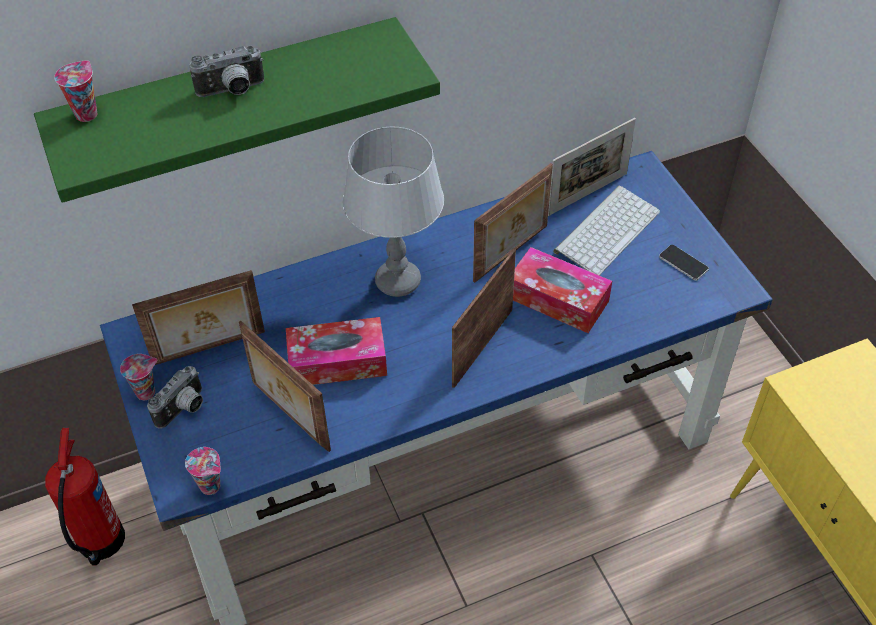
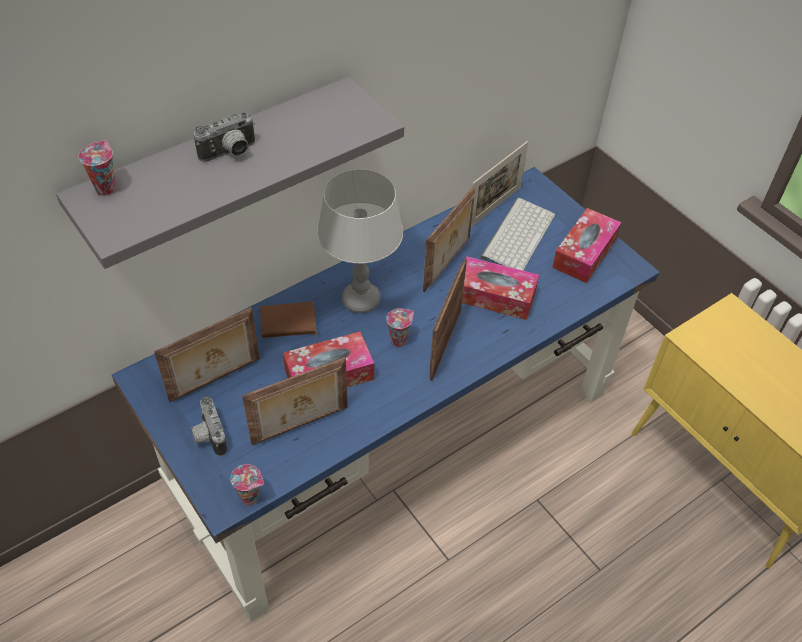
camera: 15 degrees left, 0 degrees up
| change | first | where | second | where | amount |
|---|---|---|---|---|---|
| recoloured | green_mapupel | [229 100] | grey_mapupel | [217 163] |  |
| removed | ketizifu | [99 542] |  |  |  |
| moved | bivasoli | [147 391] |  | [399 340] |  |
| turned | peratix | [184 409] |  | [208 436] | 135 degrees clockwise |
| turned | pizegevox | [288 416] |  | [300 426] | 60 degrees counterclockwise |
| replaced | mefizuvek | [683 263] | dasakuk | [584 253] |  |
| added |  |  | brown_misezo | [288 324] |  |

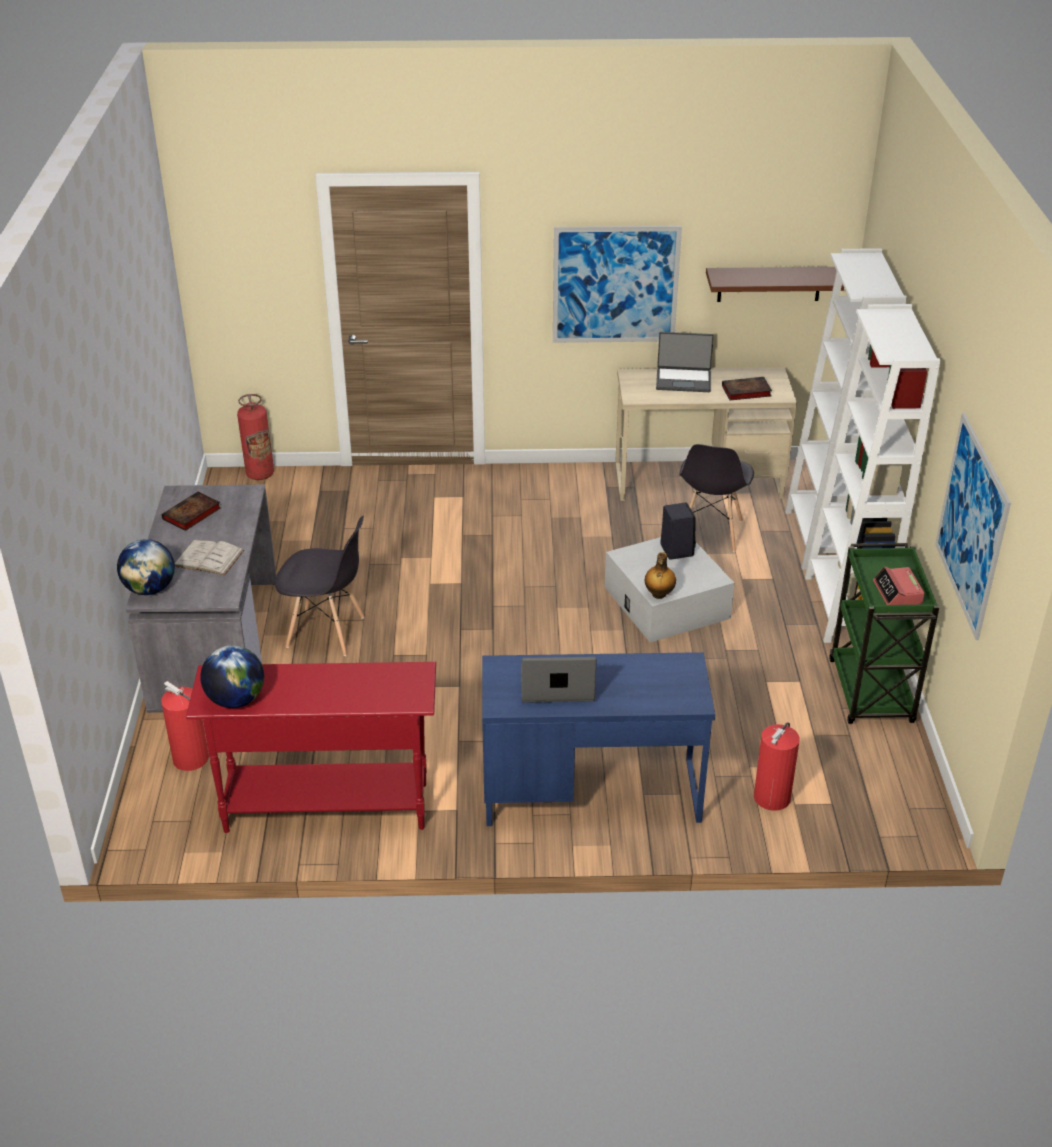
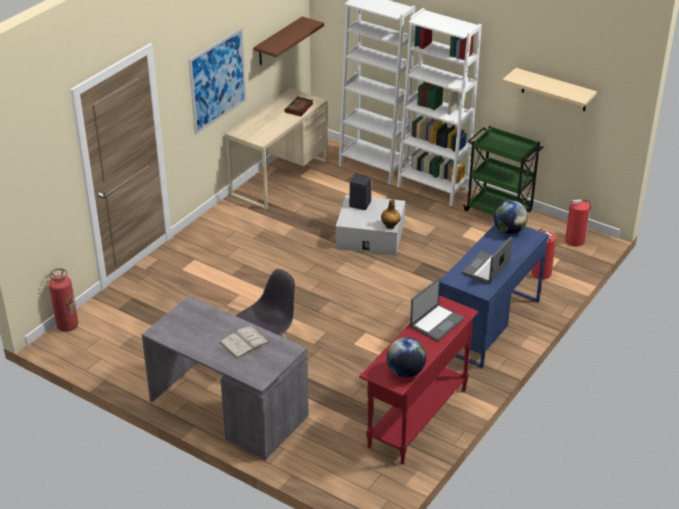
camera: 55 degrees left, 0 degrees up
| change | first | where | second | where | amount |
|---|---|---|---|---|---|
| moved | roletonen | [150 589] |  | [509 231] |  |
| moved | ketizifu | [192 759] |  | [576 240] |  |
| removed | misezo | [191 515] |  |  |  |
| moved | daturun | [683 380] |  | [436 323] |  |
| removed | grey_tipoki | [710 533] |  |  |  |
| removed | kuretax | [897 593] |  |  |  |
| replaced | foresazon | [971 525] | beige_mapupel | [554 90] |  |

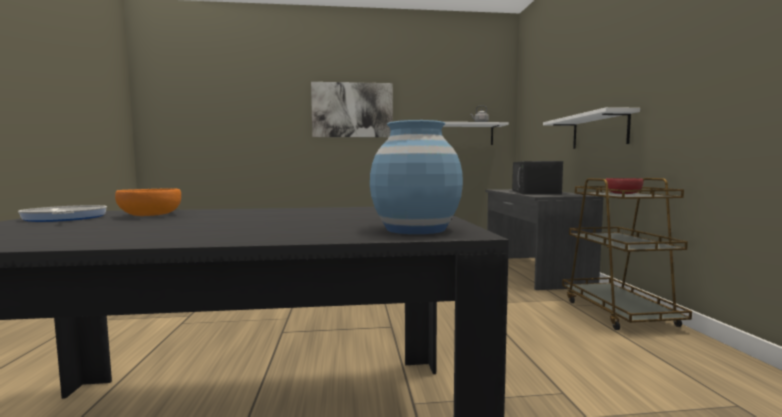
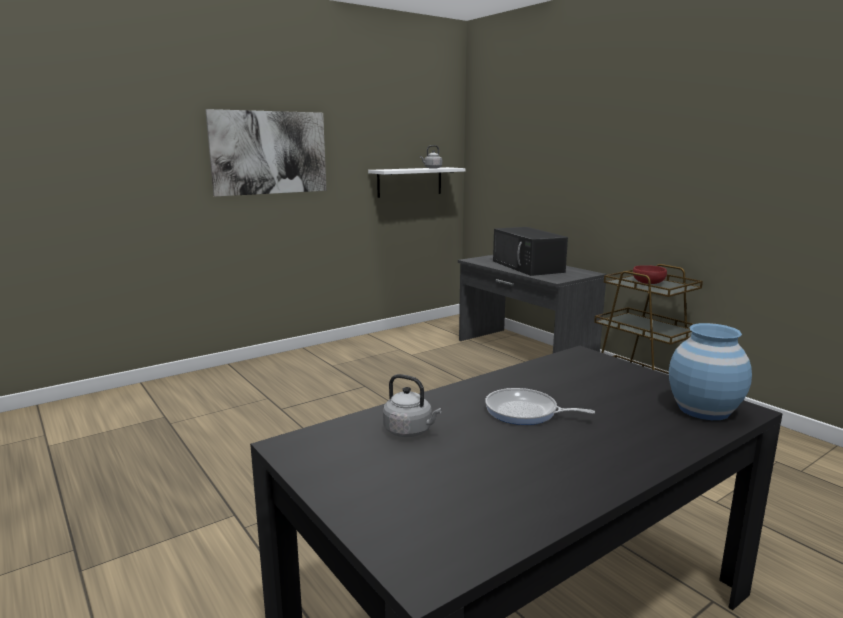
camera: 30 degrees left, 10 degrees up
| change | first | where | second | where | amount |
|---|---|---|---|---|---|
| moved | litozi | [64 218] |  | [525 412] |  |
| replaced | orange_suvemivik | [151 215] | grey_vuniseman | [410 431] |  |
| removed | white_mapupel | [599 131] |  |  |  |

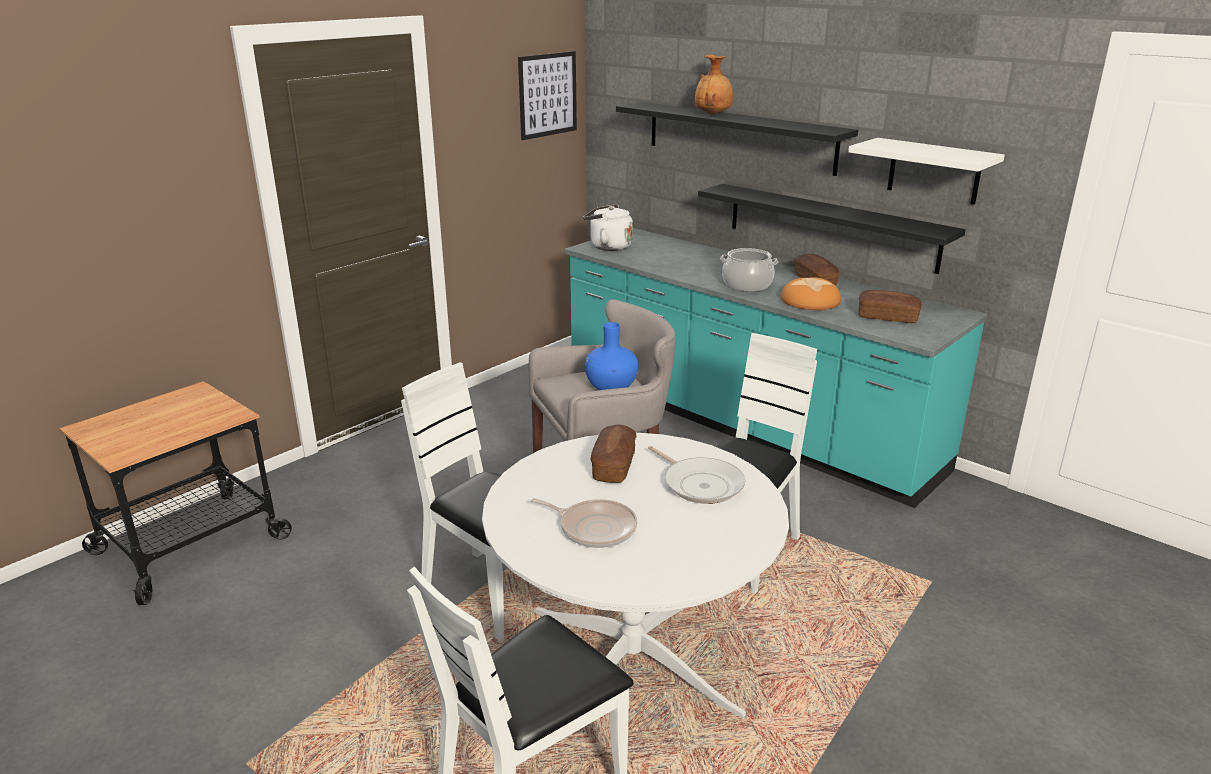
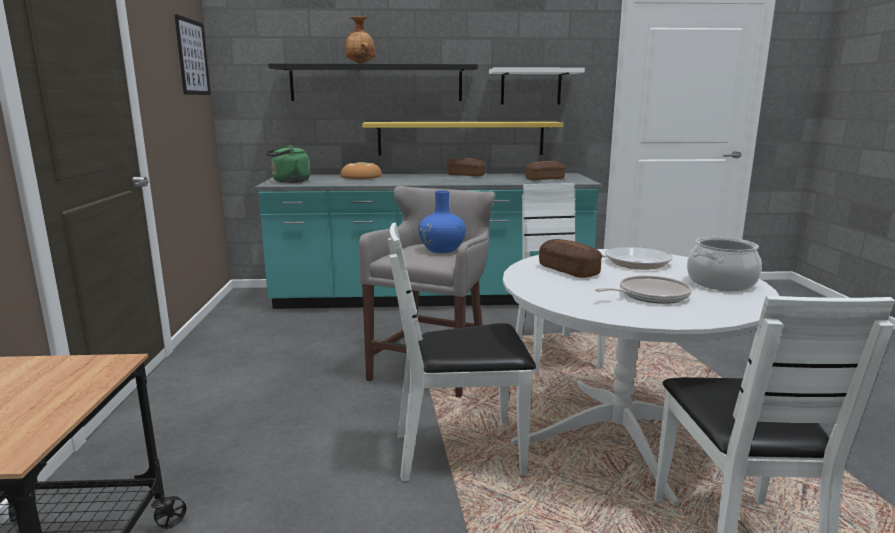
camera: 45 degrees left, 10 degrees down
| change | first | where | second | where | amount |
|---|---|---|---|---|---|
| recoloured | white_vuniseman | [608 247] | green_vuniseman | [289 181] |  |
| recoloured | black_mapupel | [830 226] | yellow_mapupel | [461 138] |  |
| moved | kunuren | [747 284] |  | [720 283] |  |
| moved | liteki | [811 301] |  | [361 177] |  |

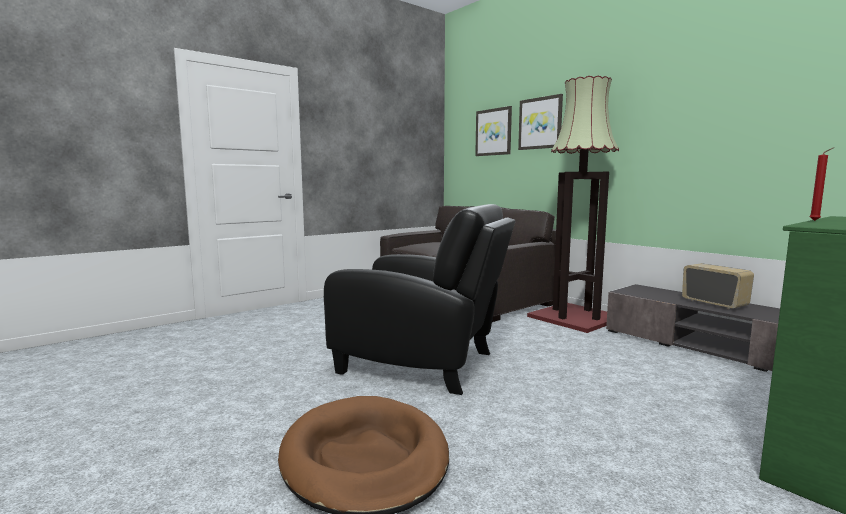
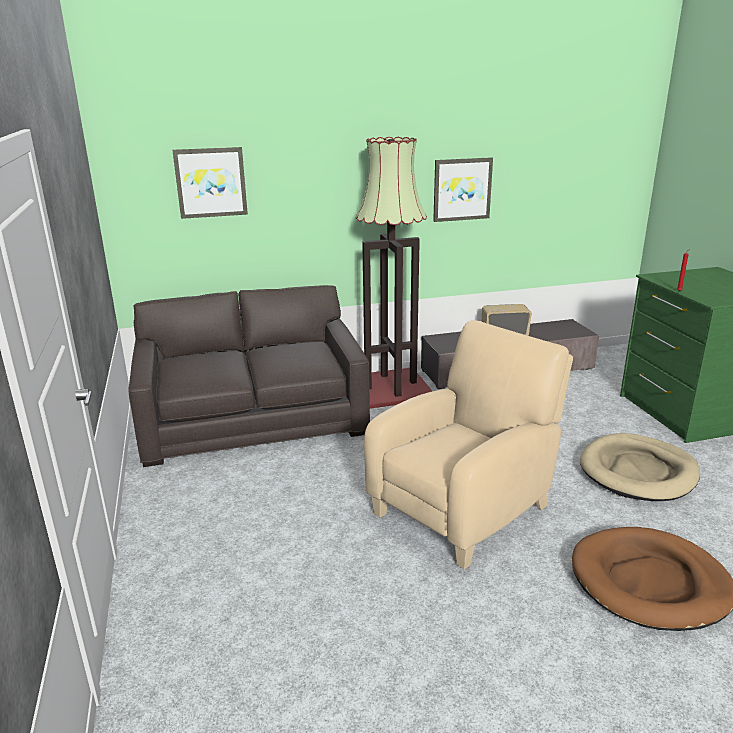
camera: 65 degrees left, 15 degrees up
| change | first | where | second | where | amount |
|---|---|---|---|---|---|
| recoloured | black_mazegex | [422 364] | beige_mazegex | [465 507] |  |
| moved | foresazon | [540 123] |  | [462 189] |  |
| added |  |  | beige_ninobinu | [638 472] |  |

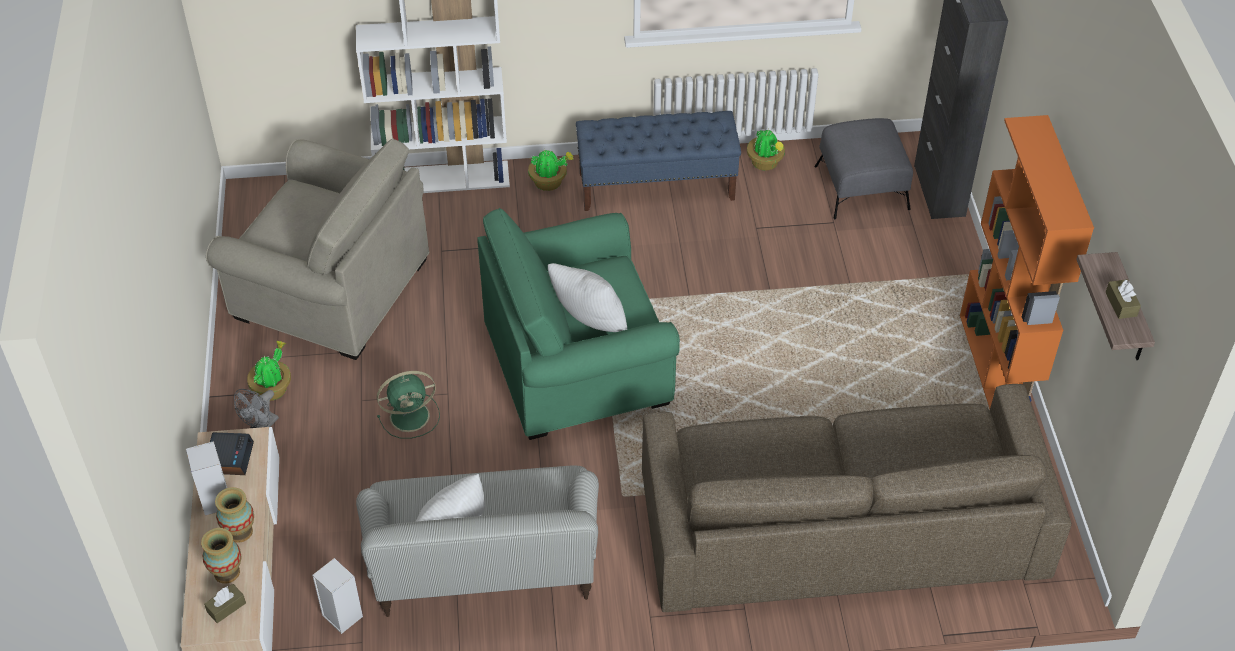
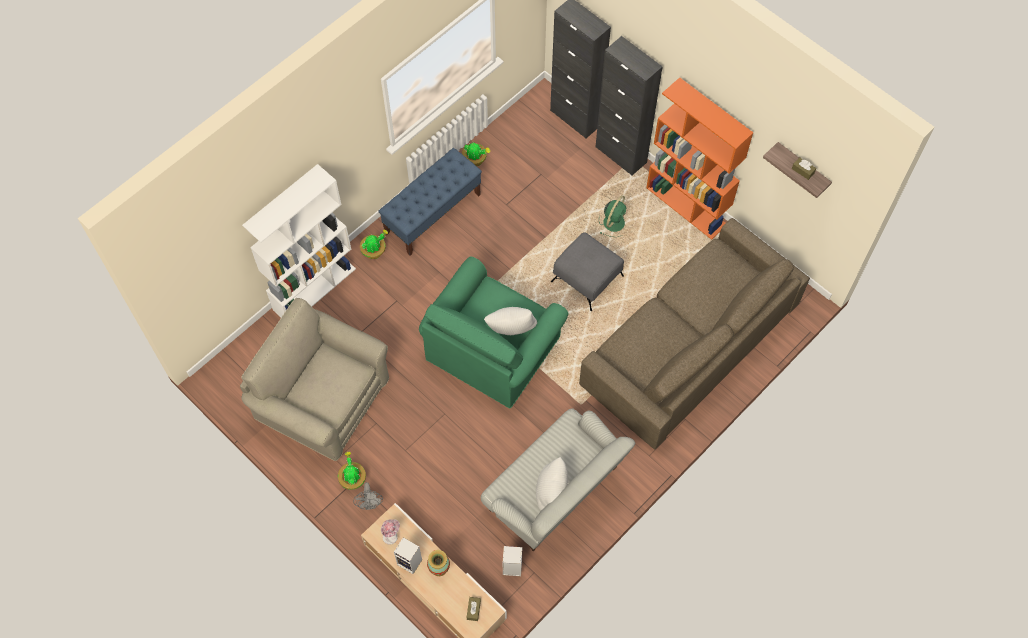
camera: 40 degrees left, 15 degrees up
| change | first | where | second | where | amount |
|---|---|---|---|---|---|
| removed | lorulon | [226 572] |  |  |  |
| turned | beige_mazegex | [331 289] |  | [323 400] | 135 degrees counterclockwise |
| replaced | kuretax | [229 457] | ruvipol | [391 535] |  |
| moved | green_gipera | [411 416] |  | [614 222] |  |
| moved | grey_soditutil | [861 188] |  | [587 279] |  |
| added |  |  | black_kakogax | [621 154] |  |

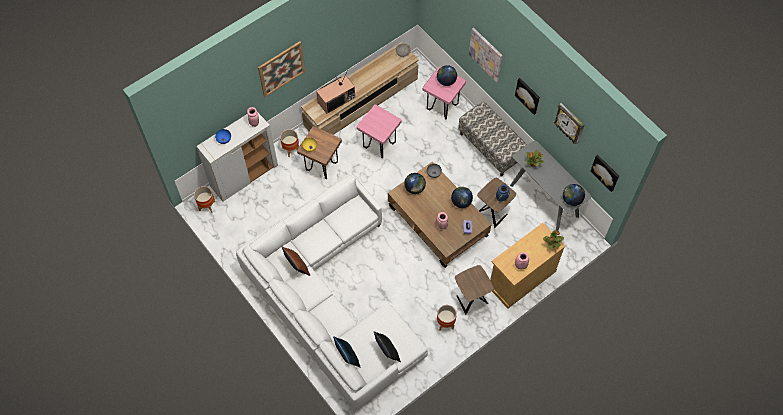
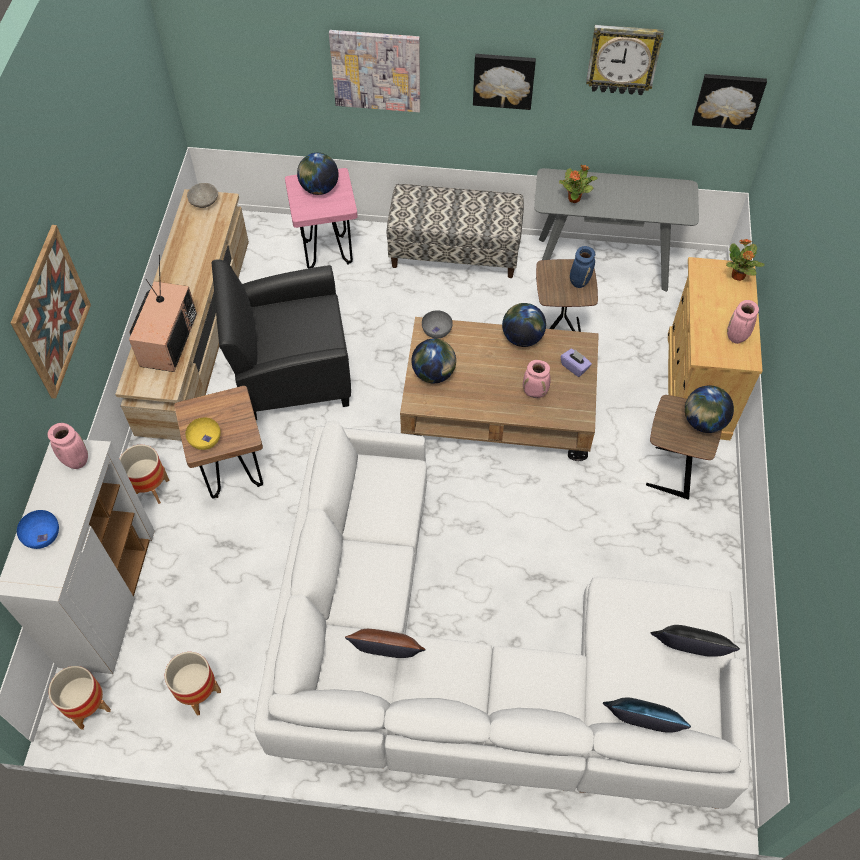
camera: 45 degrees left, 5 degrees down
| change | first | where | second | where | amount |
|---|---|---|---|---|---|
| replaced | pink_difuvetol | [379 145] | black_mazegex | [292 371] |  |
| moved | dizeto | [445 323] |  | [198 693] |  |
| moved | roletonen | [571 200] |  | [703 422] |  |

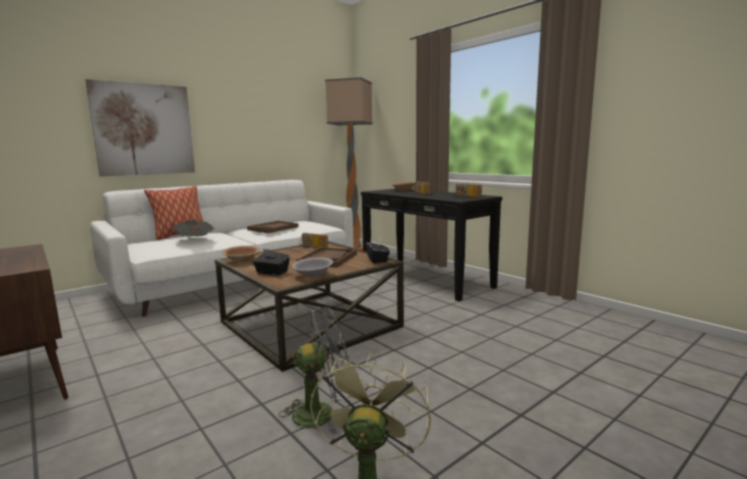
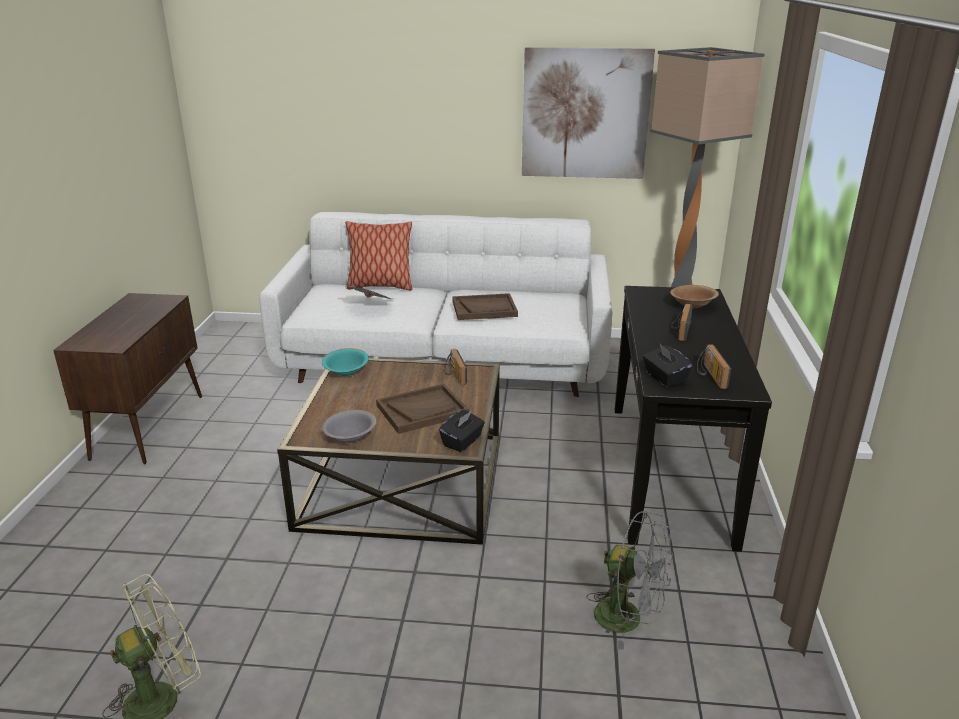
camera: 45 degrees right, 15 degrees up
| change | first | where | second | where | amount |
|---|---|---|---|---|---|
| moved | foresazon | [144 129] |  | [585 114] |  |
| recoloured | brown_suvemivik | [241 261] | turquoise_suvemivik | [346 371] |  |
| moved | black_dasakuk | [272 273] |  | [664 378] |  |
| moved | grey_gipera | [322 412] |  | [628 619] |  |

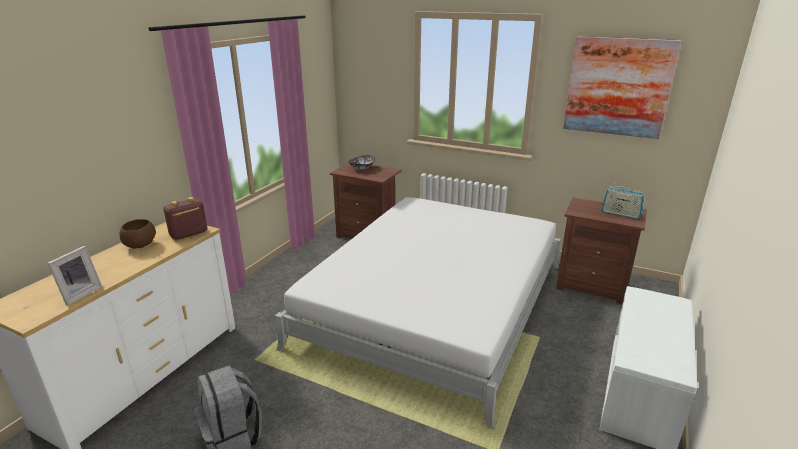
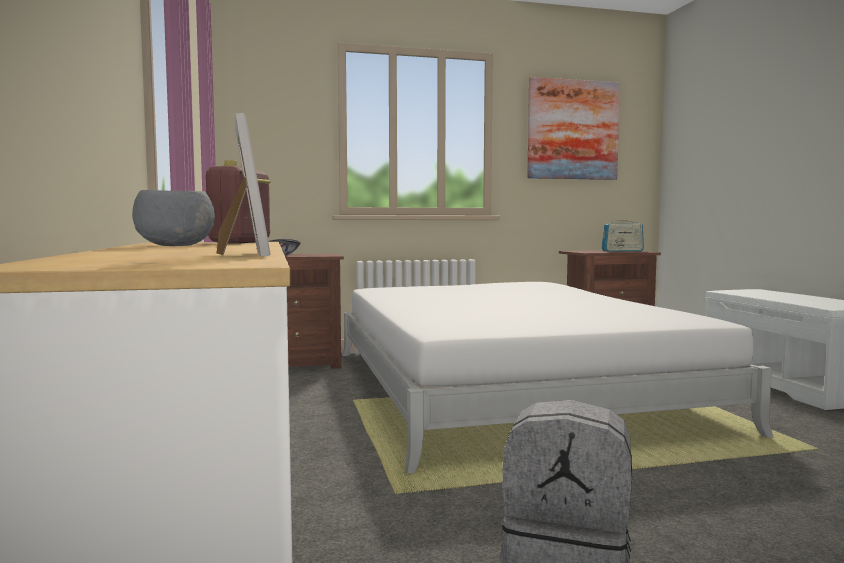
camera: 40 degrees left, 20 degrees down
| change | first | where | second | where | amount |
|---|---|---|---|---|---|
| recoloured | brown_suvemivik | [140 245] | grey_suvemivik | [174 245] |  |

